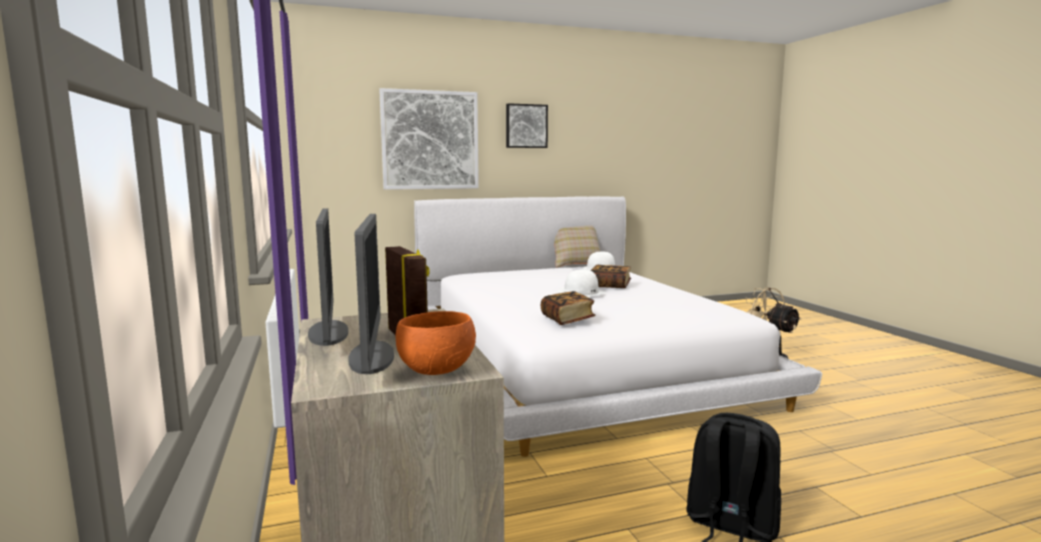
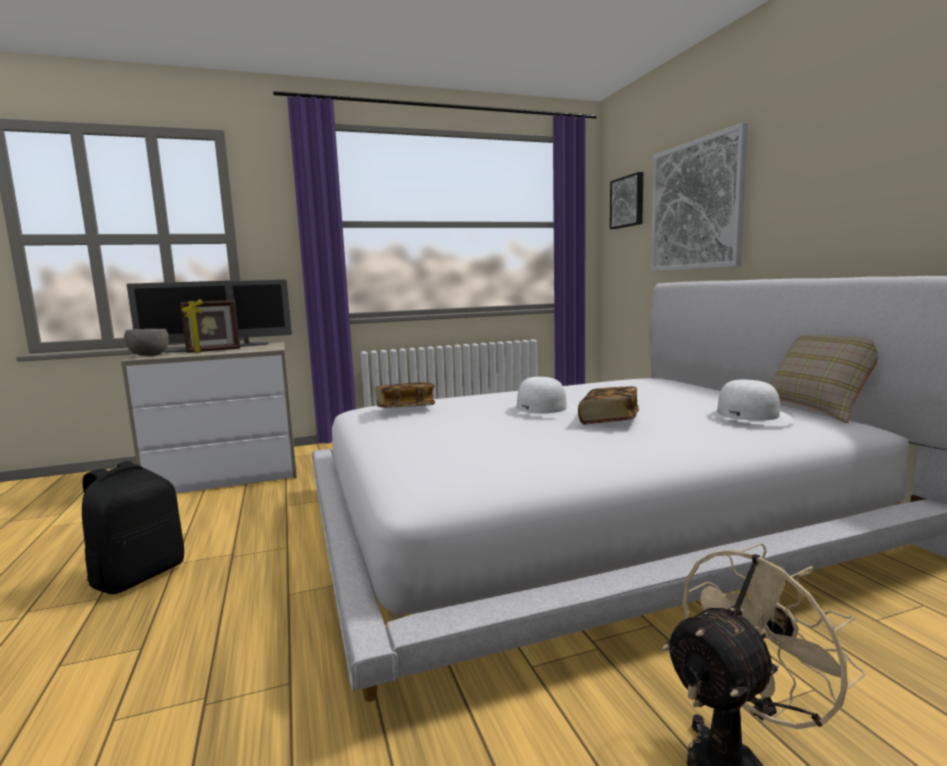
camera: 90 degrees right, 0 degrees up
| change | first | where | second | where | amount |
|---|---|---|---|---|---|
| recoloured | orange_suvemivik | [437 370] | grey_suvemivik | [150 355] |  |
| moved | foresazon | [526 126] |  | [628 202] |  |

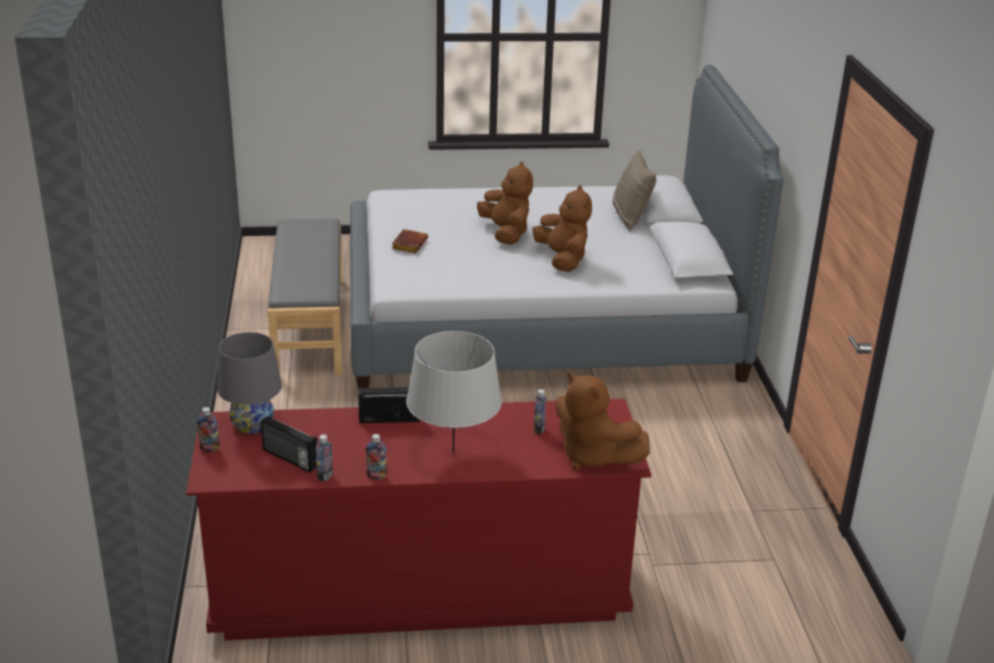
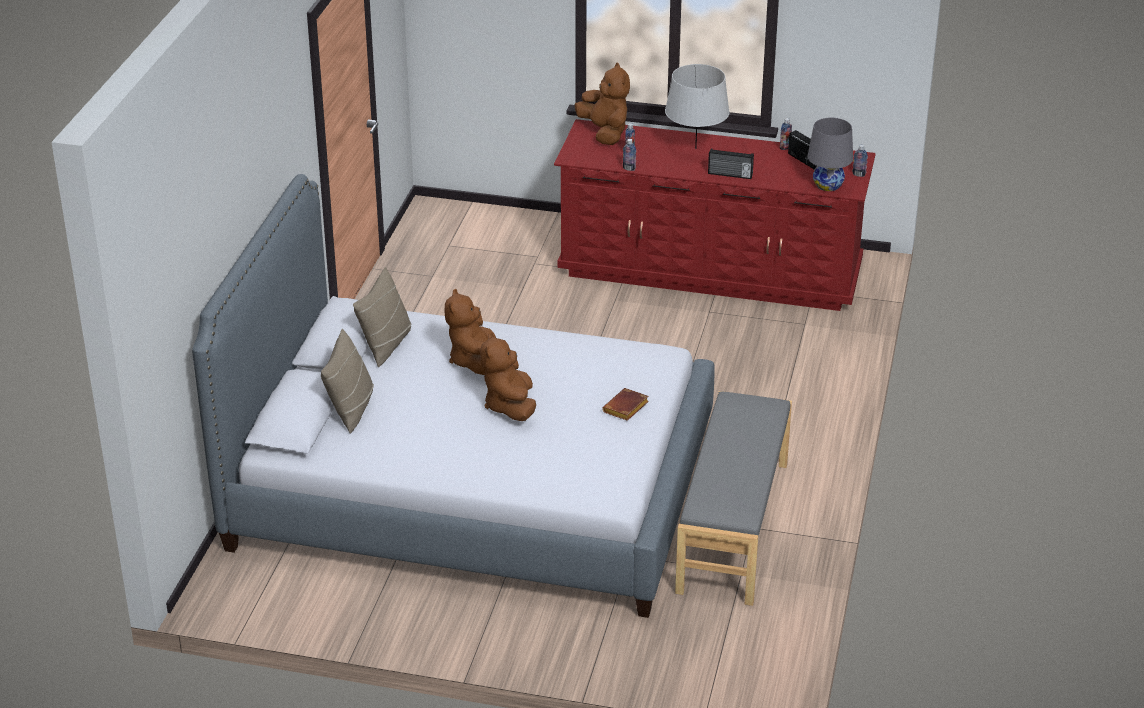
camera: 160 degrees left, 5 degrees up
| change | first | where | second | where | amount |
|---|---|---|---|---|---|
| moved | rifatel | [376 476] |  | [629 168] |  |
| added |  |  | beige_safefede | [385 345] |  |

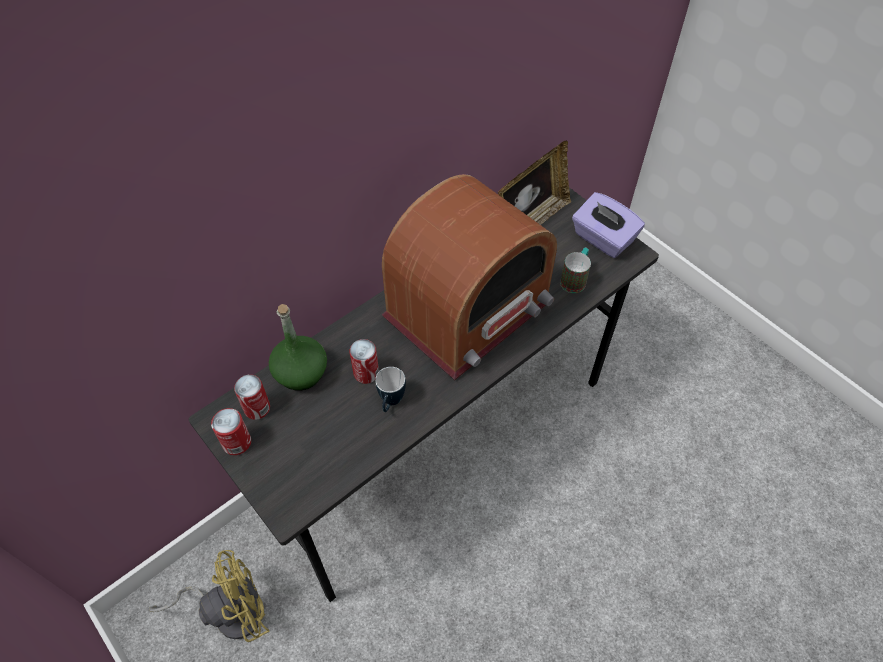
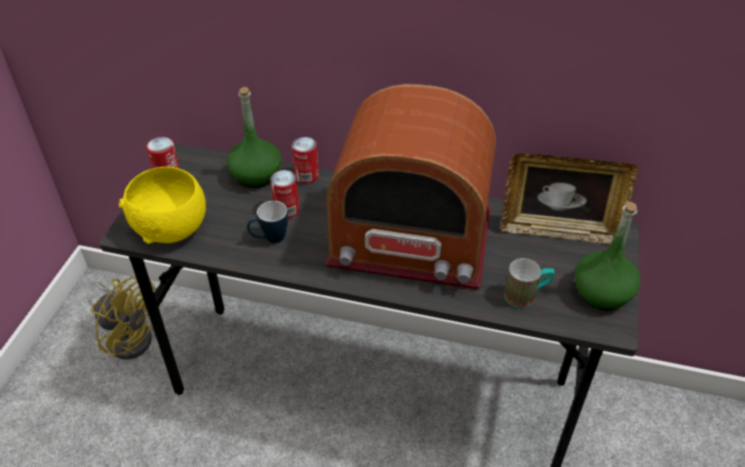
camera: 55 degrees right, 10 degrees down
| change | first | where | second | where | amount |
|---|---|---|---|---|---|
| moved | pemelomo | [257 408] |  | [306 176] |  |
| replaced | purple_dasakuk | [602 239] | green_rifatel | [602 293] |  |
| added |  |  | yellow_suvemivik | [172 229] |  |

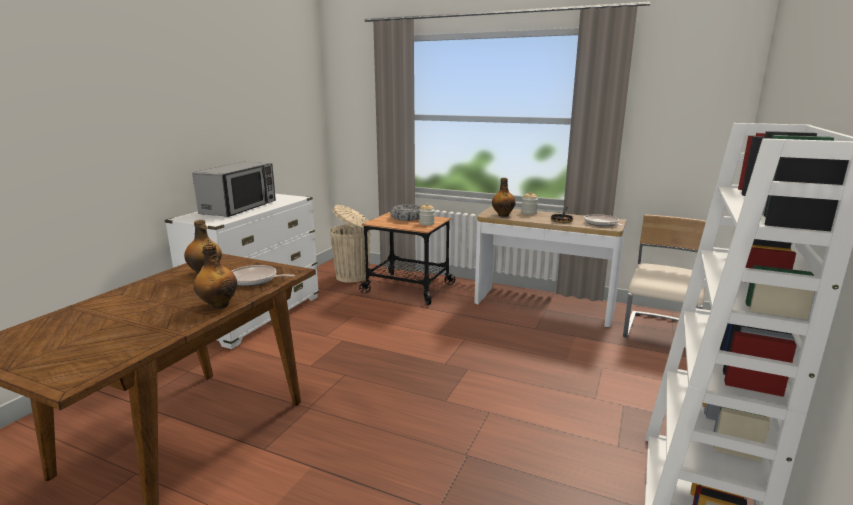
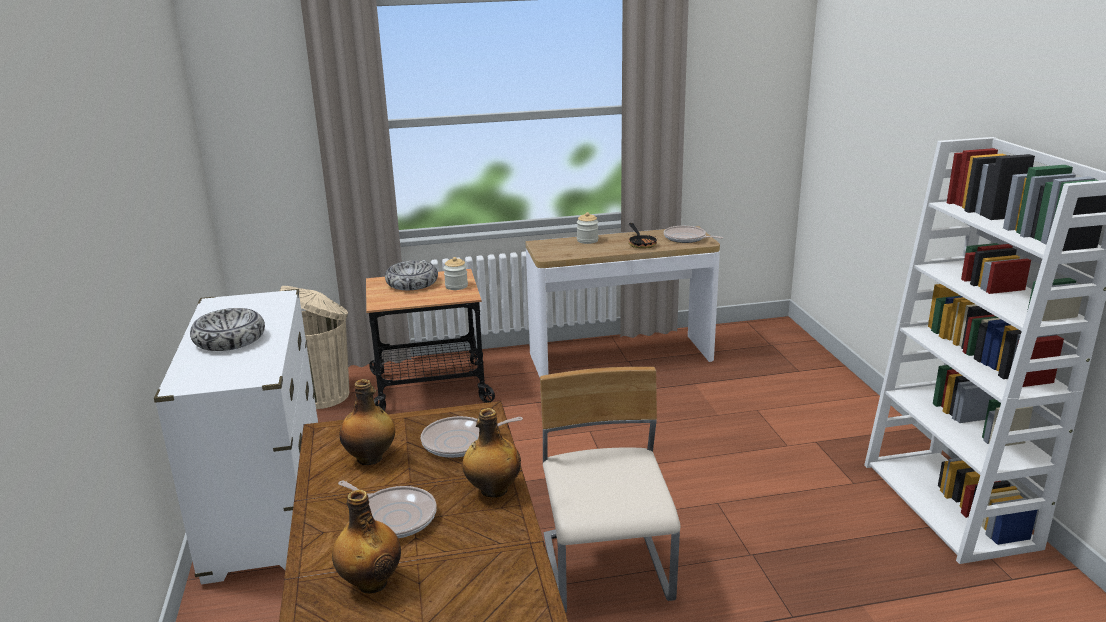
camera: 35 degrees left, 5 degrees up
| change | first | where | second | where | amount |
|---|---|---|---|---|---|
| replaced | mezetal | [239 208] | suvemivik | [229 339] |  |
| moved | rifatel | [503 215] |  | [371 582] |  |
| moved | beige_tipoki | [661 333] |  | [607 570] |  |
| added |  |  | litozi | [393 517] |  |

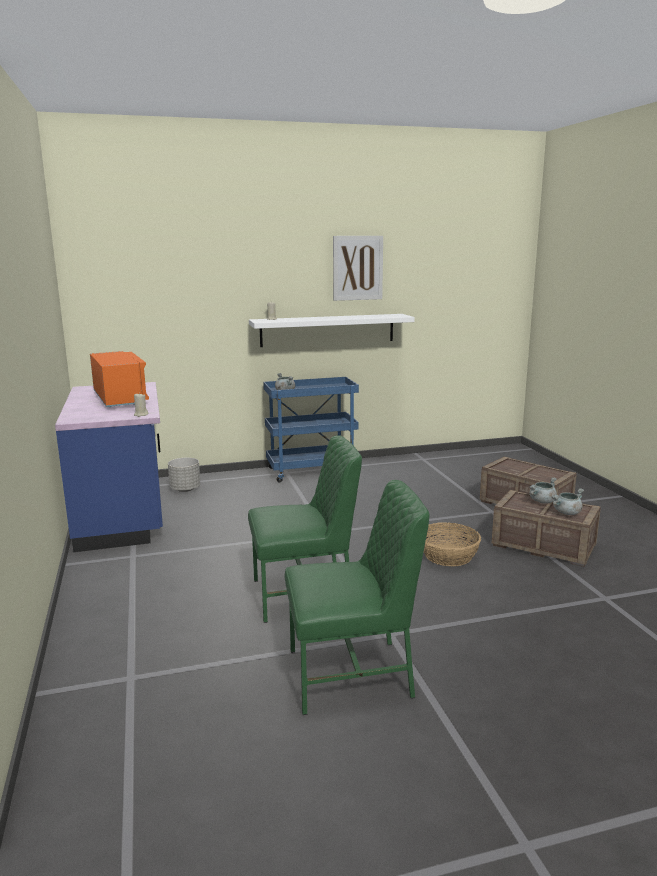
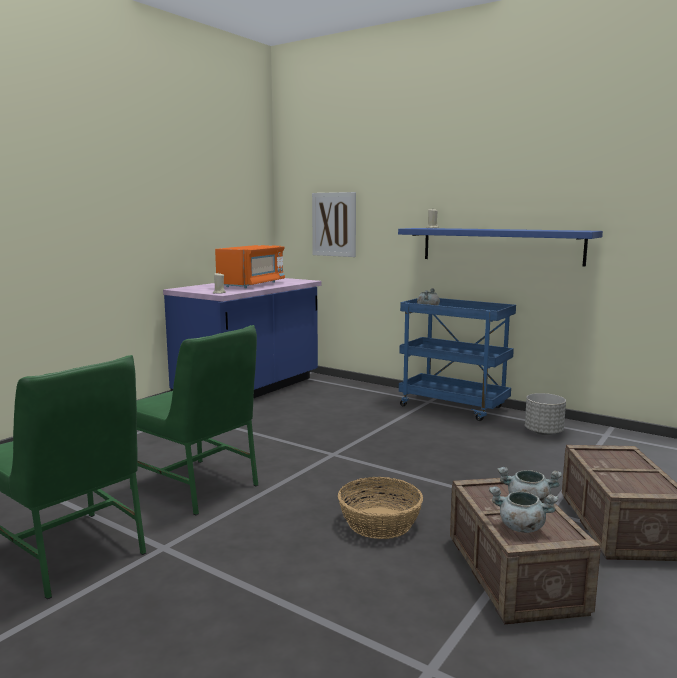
camera: 50 degrees right, 5 degrees down
| change | first | where | second | where | amount |
|---|---|---|---|---|---|
| moved | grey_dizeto | [185 489] |  | [543 432] |  |
| recoloured | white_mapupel | [327 330] | blue_mapupel | [500 245] |  |
| moved | foresazon | [357 268] |  | [334 224] |  |

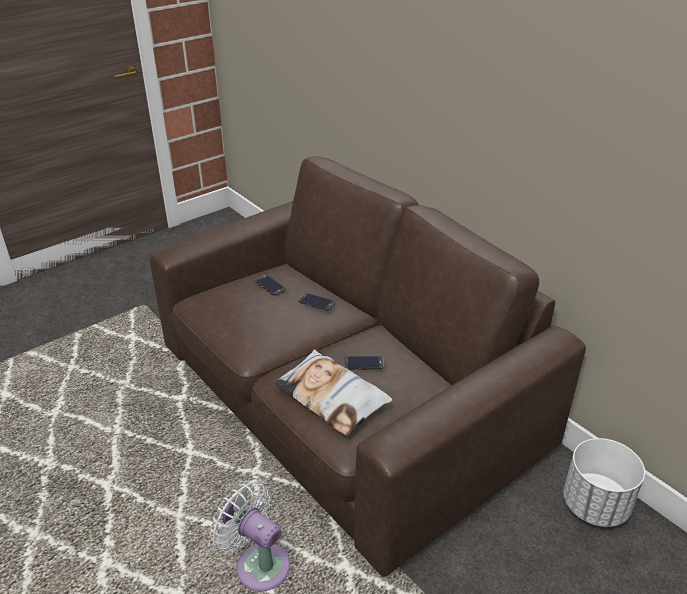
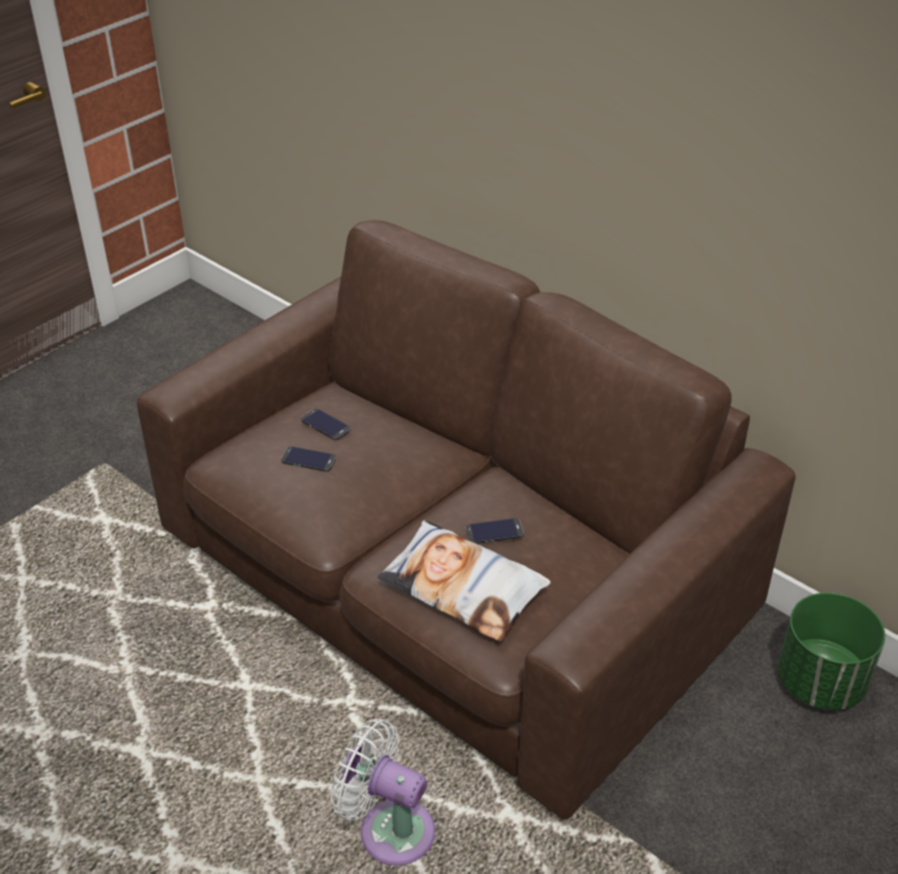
camera: 10 degrees left, 5 degrees up
| change | first | where | second | where | amount |
|---|---|---|---|---|---|
| moved | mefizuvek | [316 302] |  | [308 459] |  |
| recoloured | white_dizeto | [595 505] | green_dizeto | [821 682] |  |

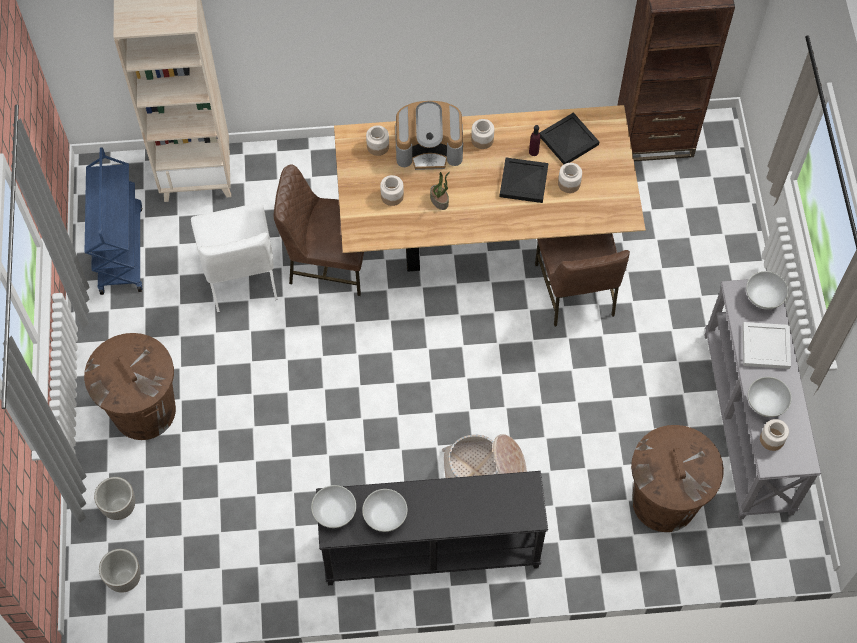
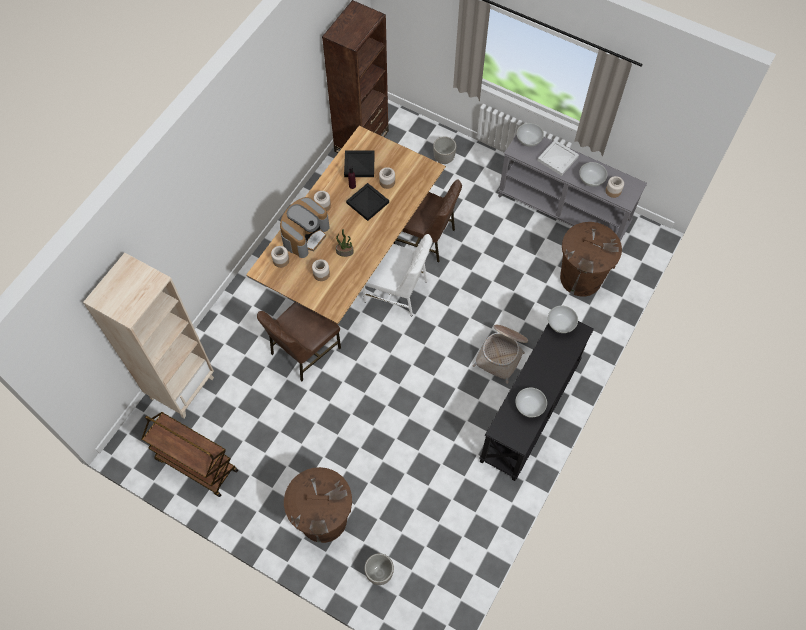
camera: 55 degrees left, 0 degrees up
| change | first | where | second | where | amount |
|---|---|---|---|---|---|
| recoloured | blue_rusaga | [120 249] | brown_rusaga | [196 465] |  |
| moved | dizeto | [125 579] |  | [444 159] |  |
| moved | white_tipoki | [240 276] |  | [397 291] |  |
| moved | white_suvemivik | [334 513] |  | [560 325] |  |

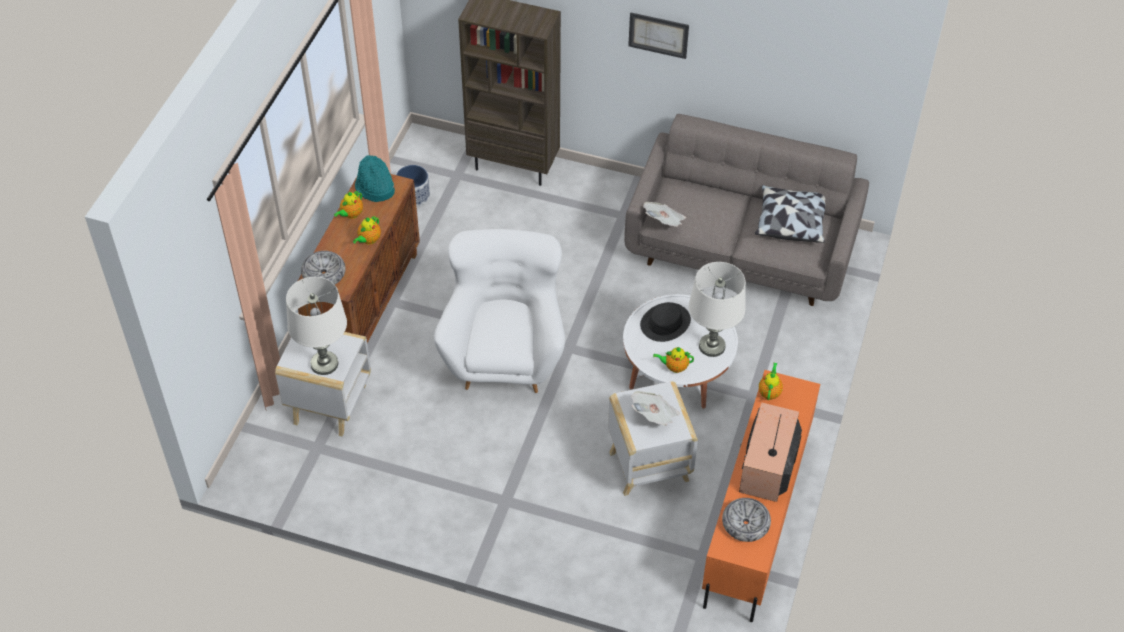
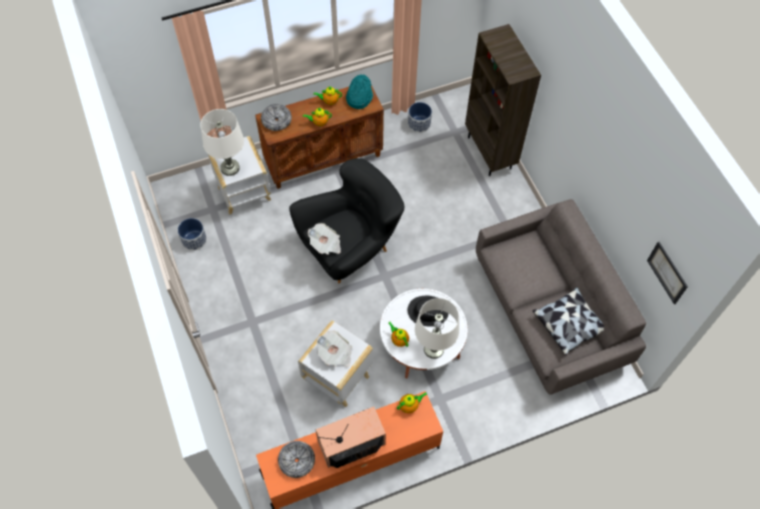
camera: 50 degrees right, 10 degrees up
| change | first | where | second | where | amount |
|---|---|---|---|---|---|
| recoloured | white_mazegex | [505 355] | black_mazegex | [350 248] |  |
| moved | foresazon | [658 35] |  | [667 272] |  |
| moved | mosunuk | [664 222] |  | [325 244] |  |
| added |  |  | dizeto | [194 240] |  |

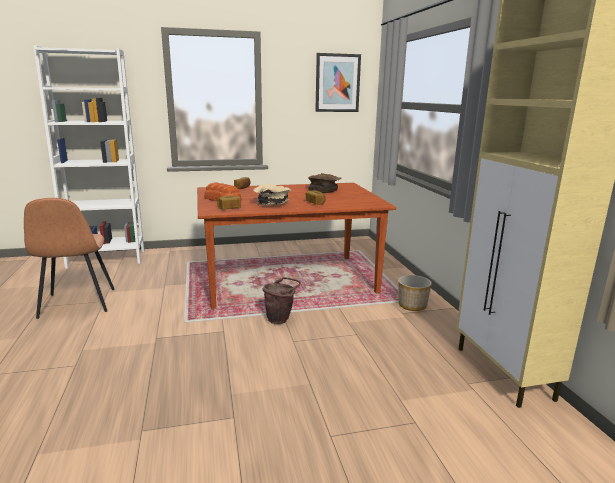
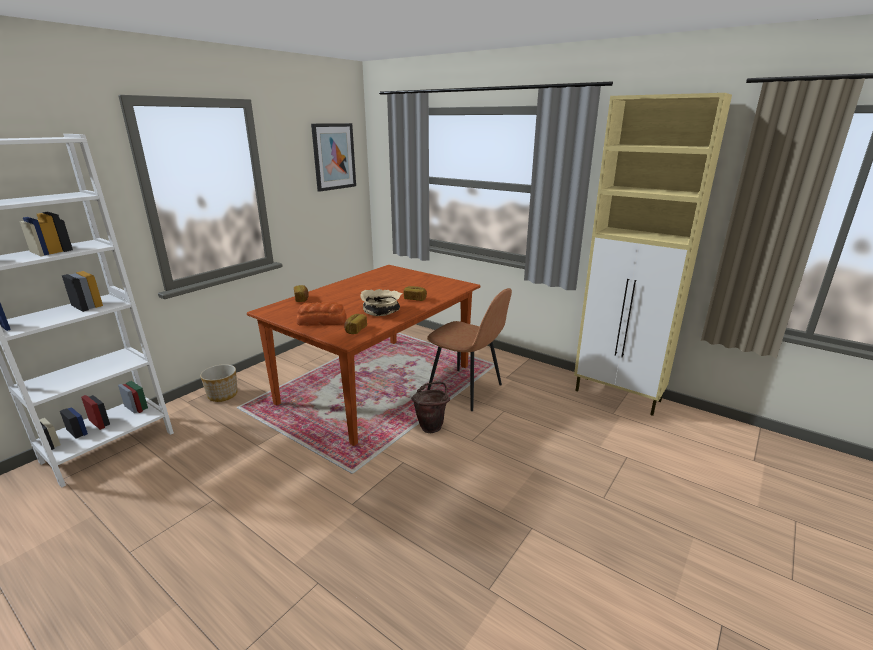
camera: 40 degrees left, 5 degrees up
| change | first | where | second | where | amount |
|---|---|---|---|---|---|
| moved | brown_tipoki | [77 304] |  | [466 390] |  |
| removed | brown_suvemivik | [324 190] |  |  |  |
| moved | dizeto | [413 305] |  | [223 395] |  |

